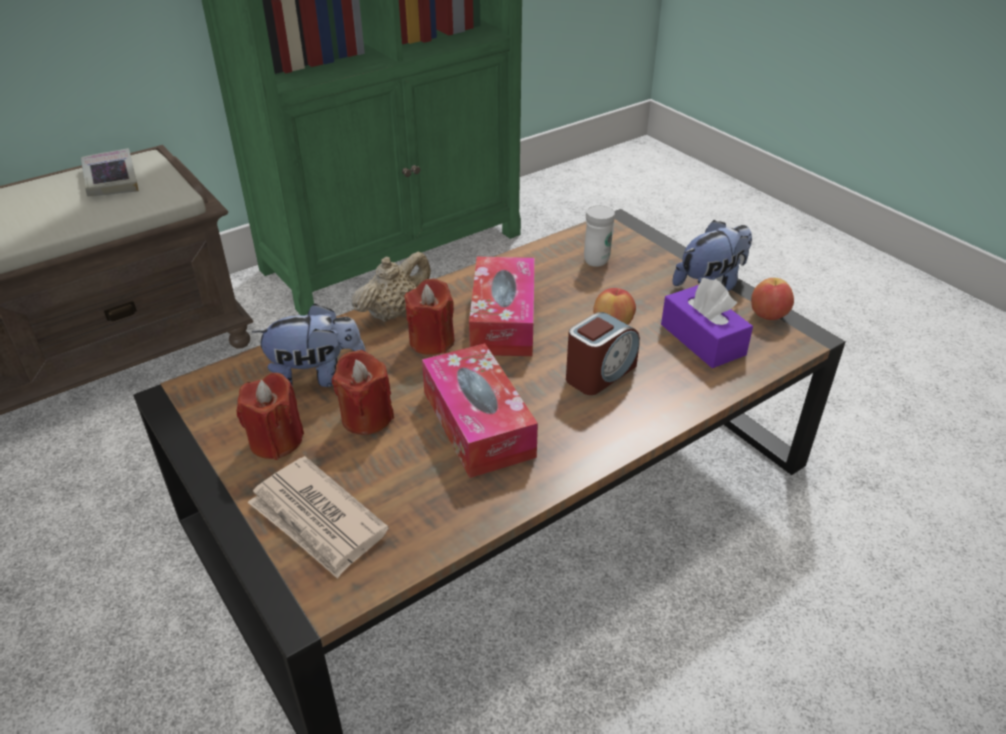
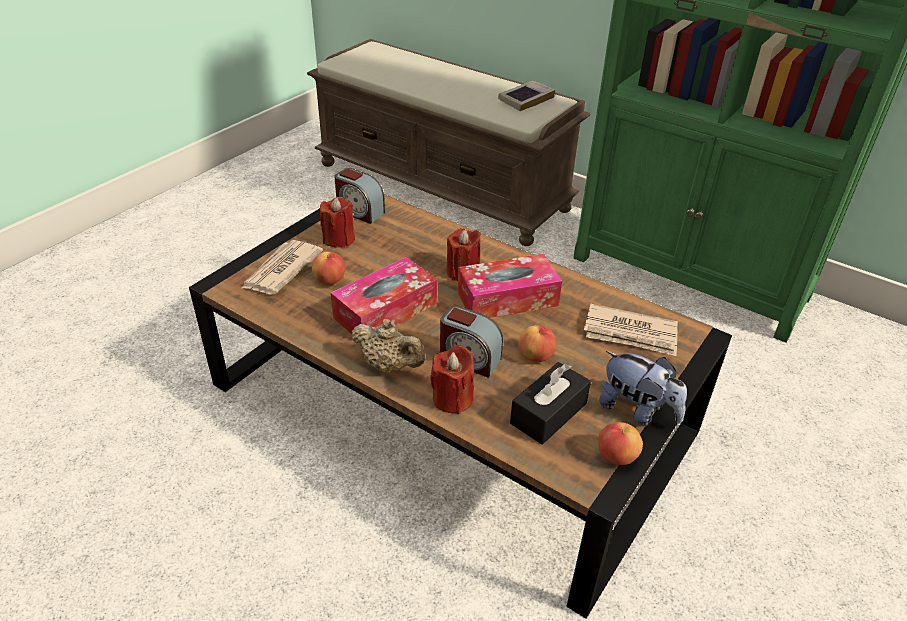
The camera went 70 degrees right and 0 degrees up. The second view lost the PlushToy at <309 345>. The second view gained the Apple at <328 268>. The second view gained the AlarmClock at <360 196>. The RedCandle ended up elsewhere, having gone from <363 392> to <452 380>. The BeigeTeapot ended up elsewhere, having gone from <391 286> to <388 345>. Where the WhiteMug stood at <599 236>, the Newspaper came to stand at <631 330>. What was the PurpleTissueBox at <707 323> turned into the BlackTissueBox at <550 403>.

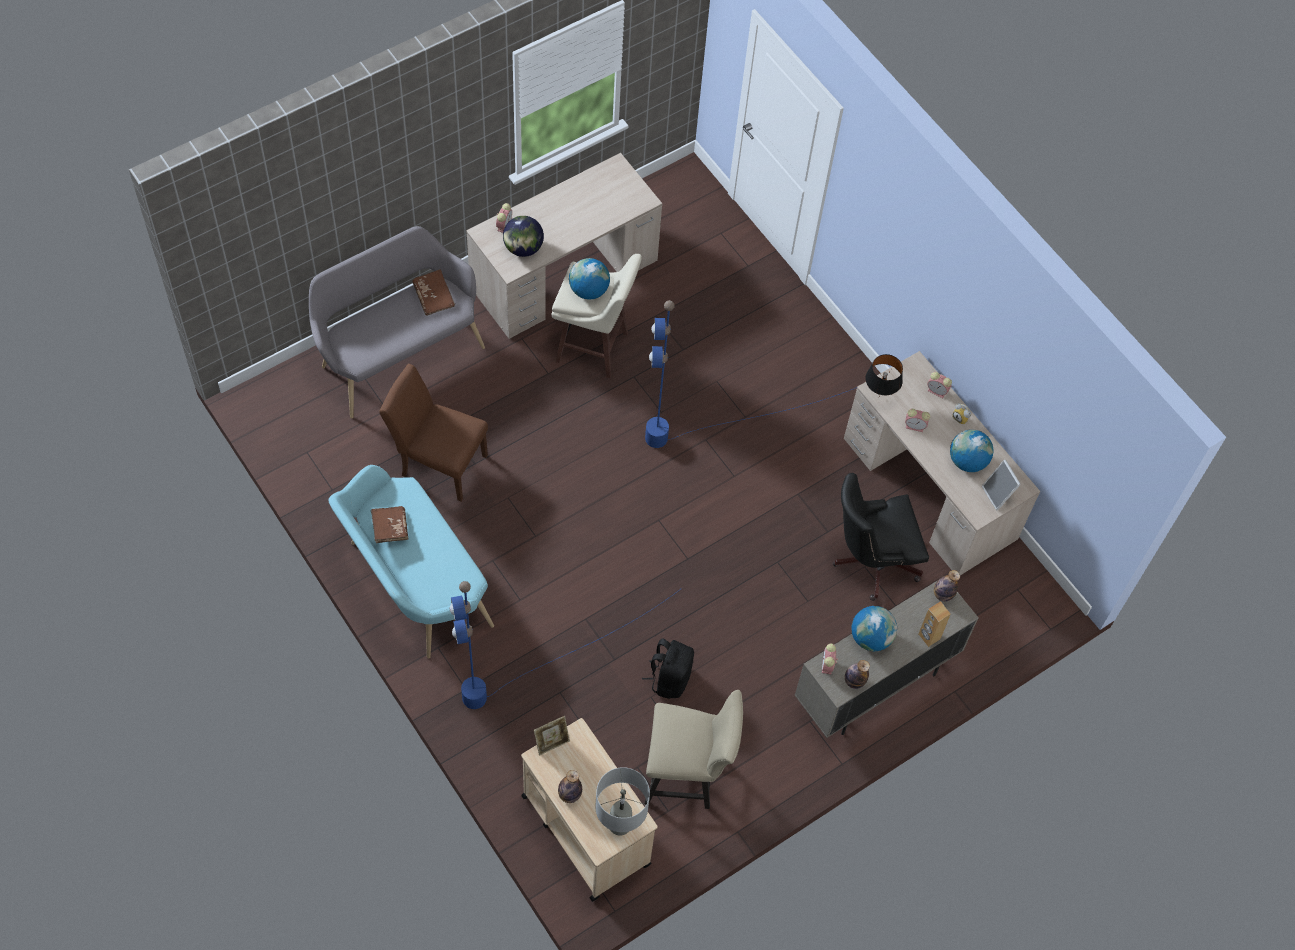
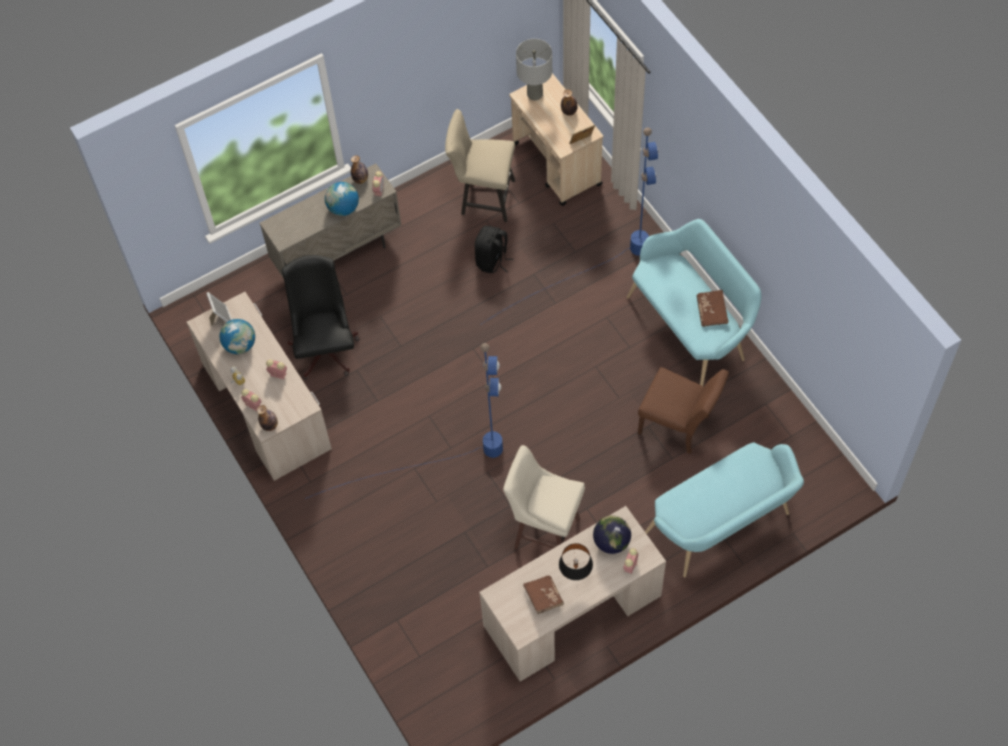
The camera went 170 degrees left and 0 degrees up. The second view lost the Globe at <589 279>. The second view lost the BrownSpeaker at <934 624>. The BrownBook ended up elsewhere, having gone from <433 292> to <543 594>. The BlackTableLamp ended up elsewhere, having gone from <884 375> to <576 561>. The Bottle ended up elsewhere, having gone from <947 586> to <267 418>. What was the GreyBench at <397 322> turned into the TurquoiseBench at <724 510>. The BlackOfficeChair at <881 537> ended up facing another way, 90 degrees counterclockwise from before.

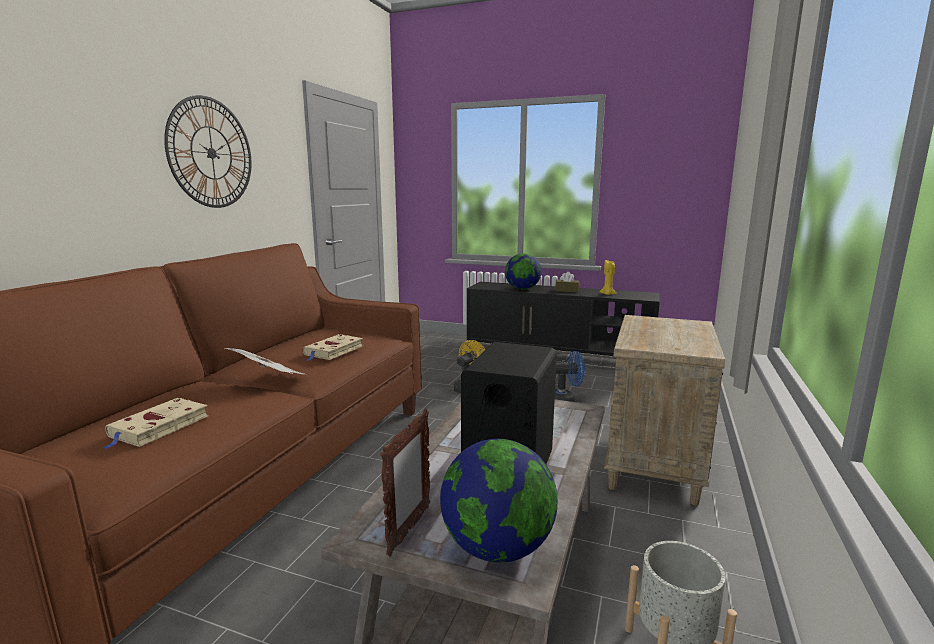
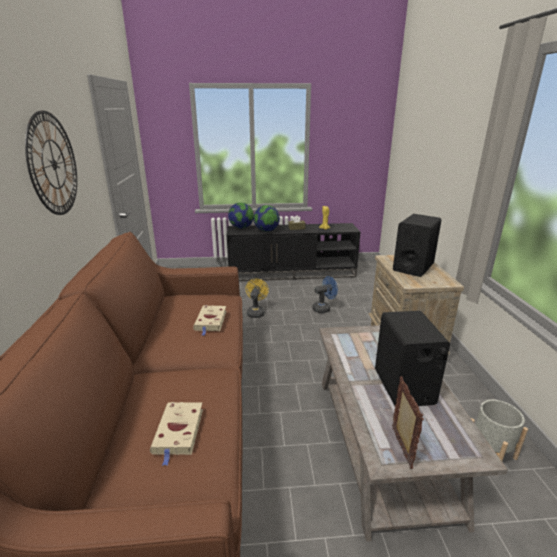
The camera went 25 degrees left and 10 degrees up. The second view lost the Newspaper at <264 361>. The second view gained the BlackSpeaker at <417 245>. The Globe ended up elsewhere, having gone from <499 501> to <241 216>.

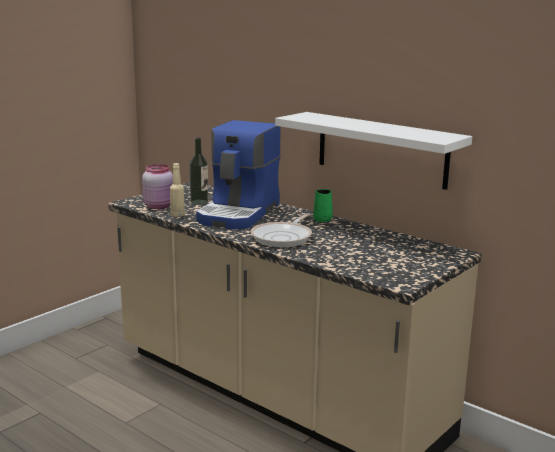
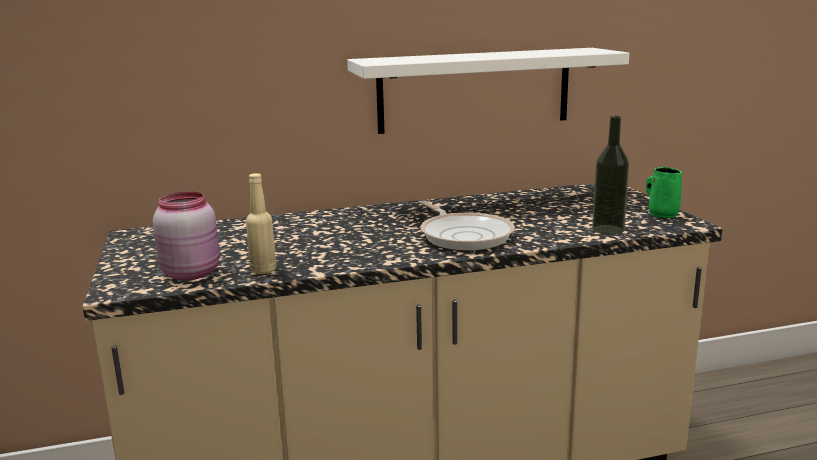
The camera went 55 degrees left and 0 degrees up. The second view lost the CoffeeMachine at <238 174>. The Bottle ended up elsewhere, having gone from <198 171> to <610 175>. The GreenMug ended up elsewhere, having gone from <323 205> to <664 192>.

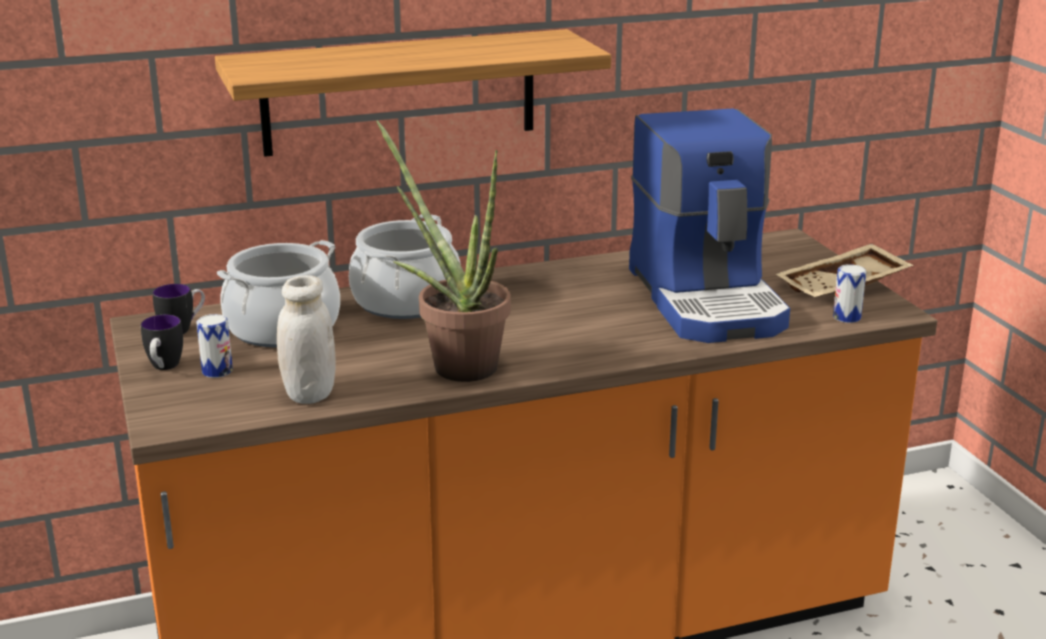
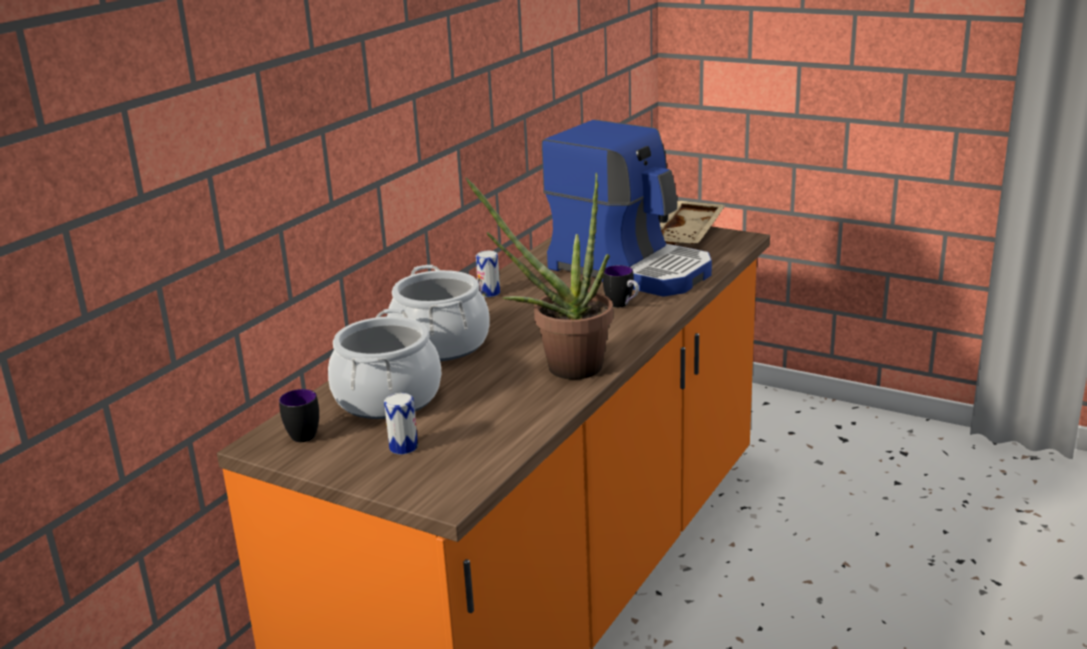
The camera went 40 degrees left and 0 degrees up. The second view lost the Shelf at <413 93>. The second view lost the WhiteJar at <306 339>. The Mug ended up elsewhere, having gone from <162 342> to <621 286>. The Can ended up elsewhere, having gone from <849 293> to <488 274>.

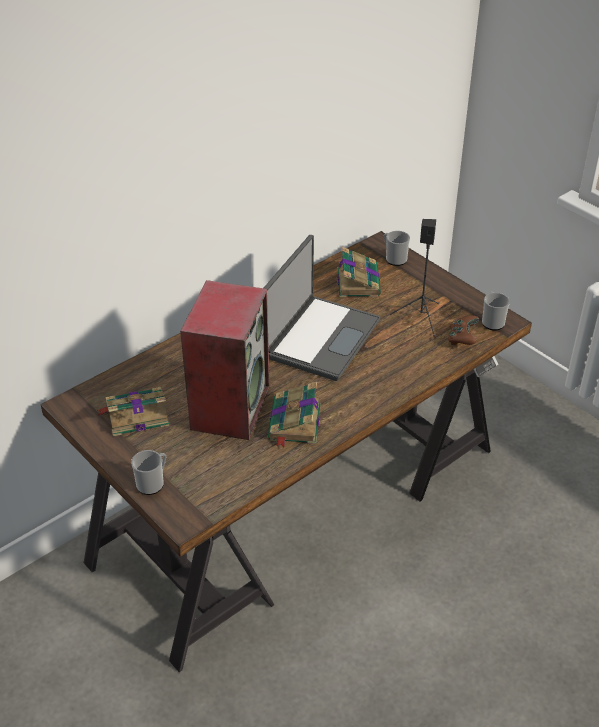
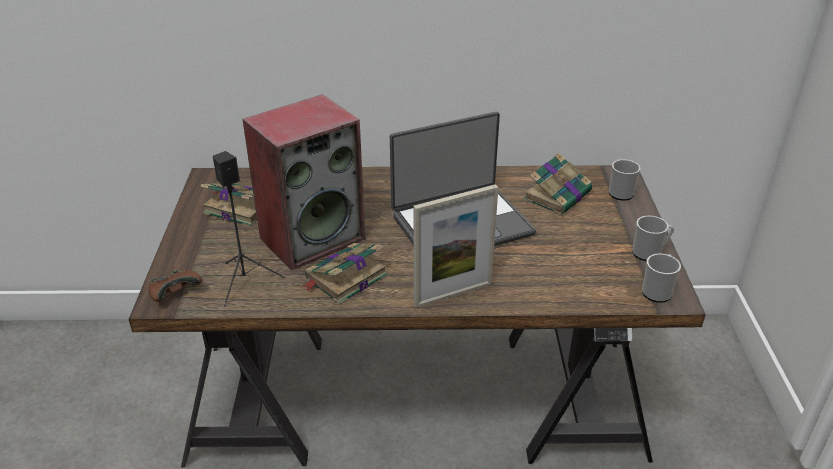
The camera went 40 degrees right and 5 degrees down. The second view gained the PictureFrame at <455 246>. The Mug ended up elsewhere, having gone from <148 472> to <653 238>. The BlackSpeaker ended up elsewhere, having gone from <414 278> to <249 228>. The BrownGameController ended up elsewhere, having gone from <463 330> to <175 286>.

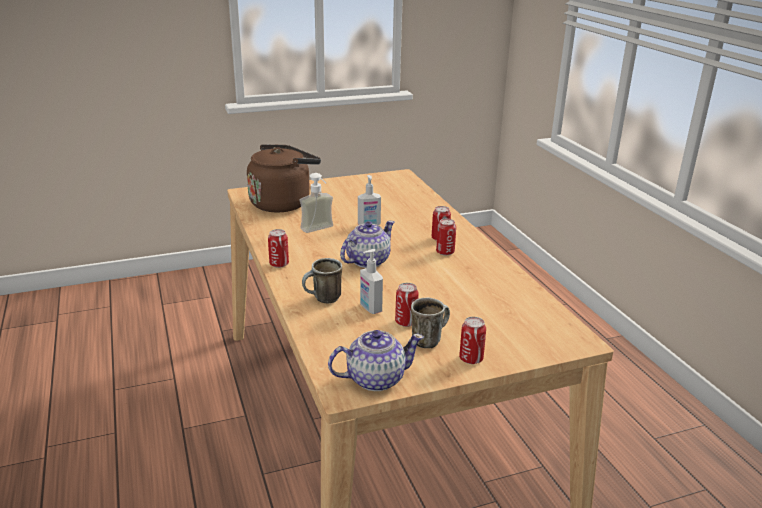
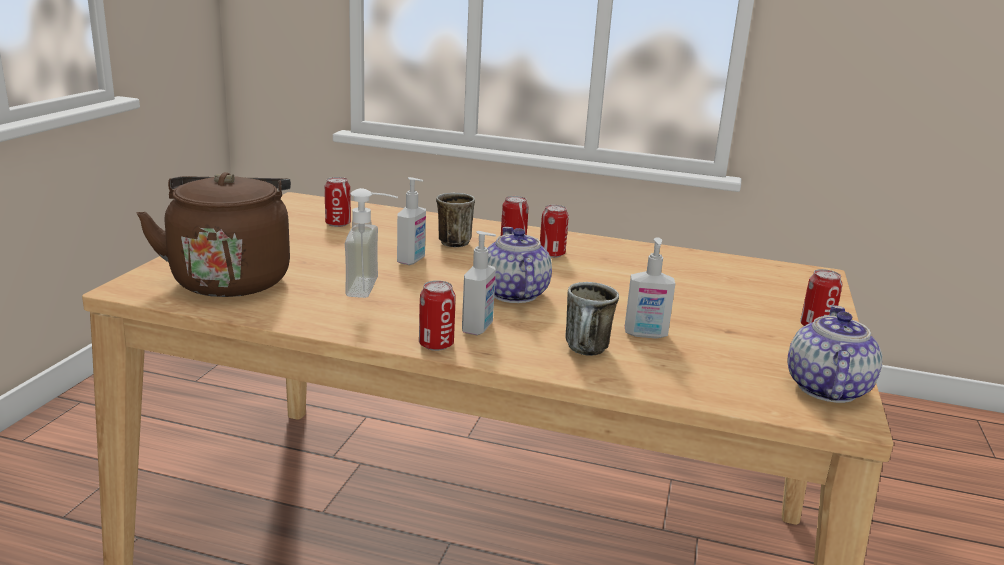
The camera went 55 degrees left and 5 degrees down. The second view gained the SoapDispenser at <479 283>. The Can ended up elsewhere, having gone from <407 305> to <338 202>. The Mug ended up elsewhere, having gone from <430 323> to <455 220>.

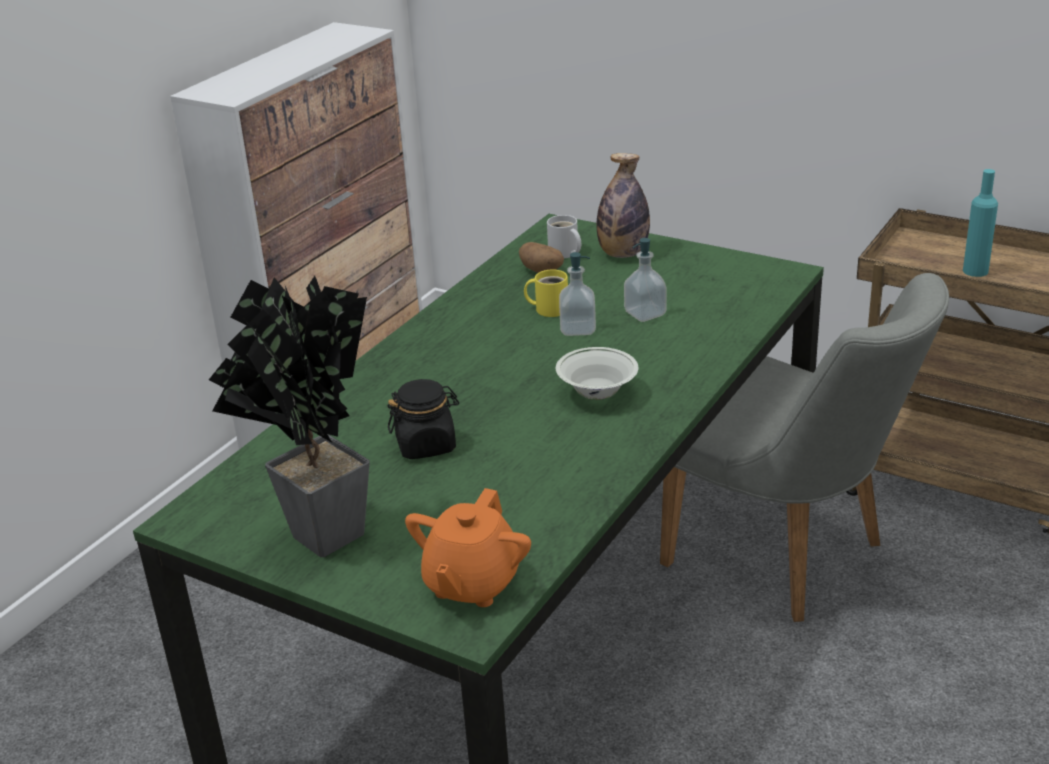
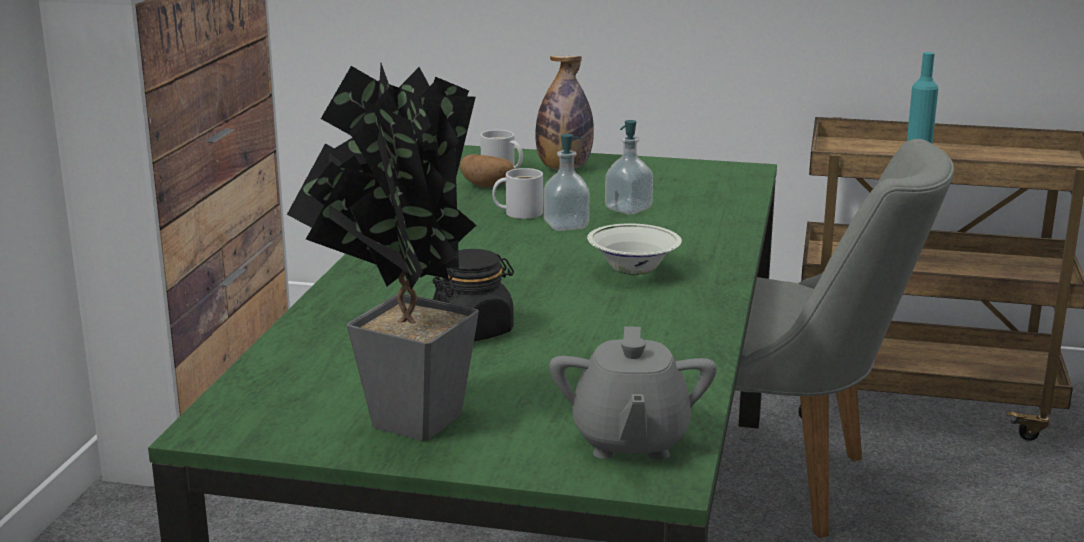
The camera went 20 degrees left and 10 degrees down. What was the OrangeTeapot at <468 547> turned into the GreyTeapot at <633 393>. What was the YellowMug at <546 293> turned into the WhiteMug at <517 193>.

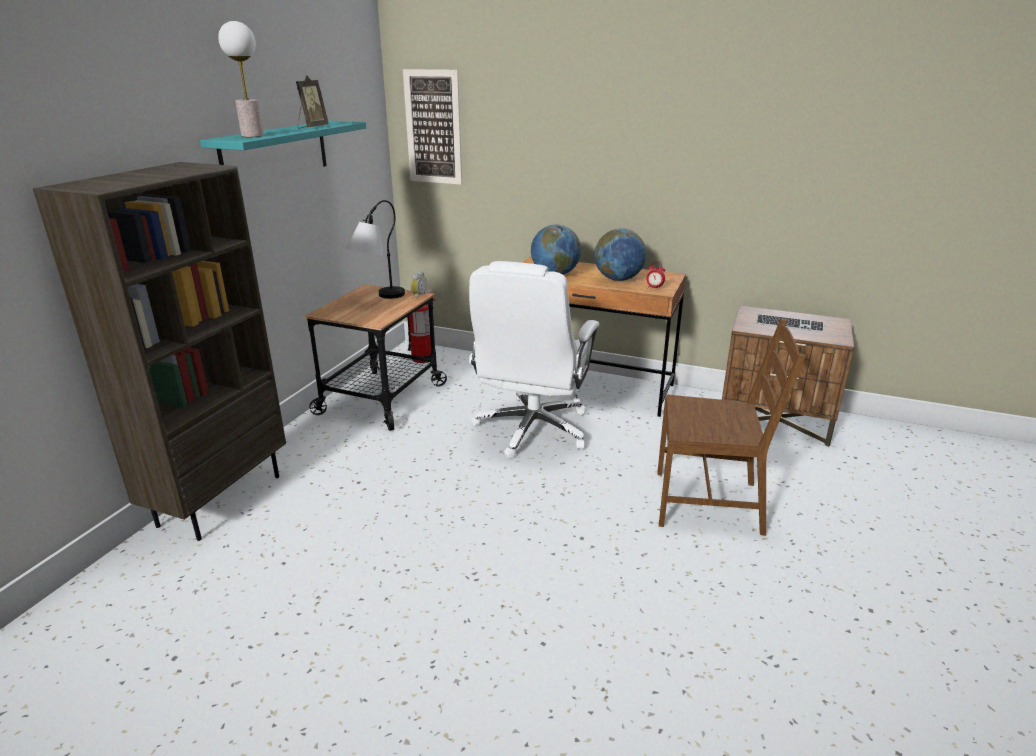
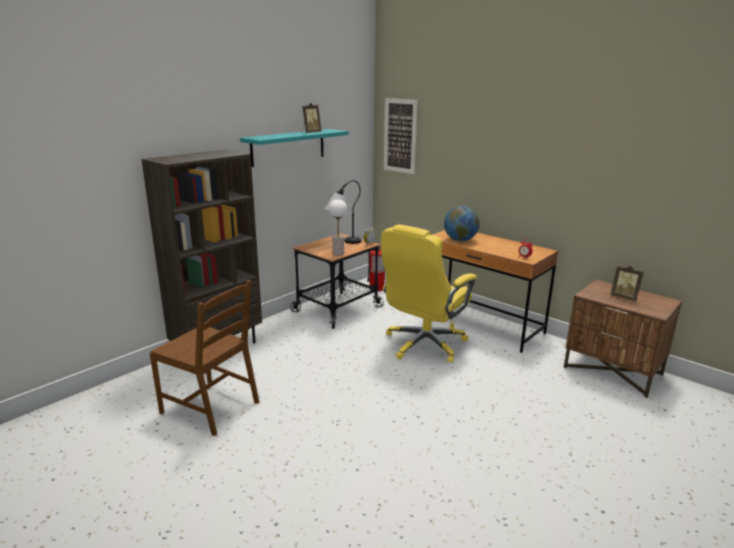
The camera went 20 degrees right and 5 degrees down. The second view lost the Globe at <620 254>. The TableLamp ended up elsewhere, having gone from <241 79> to <338 227>. The BrownChair ended up elsewhere, having gone from <731 427> to <204 358>. Where the Keyboard stood at <790 323>, the PictureFrame came to stand at <626 284>. What was the WhiteOfficeChair at <534 360> turned into the YellowOfficeChair at <429 294>.

